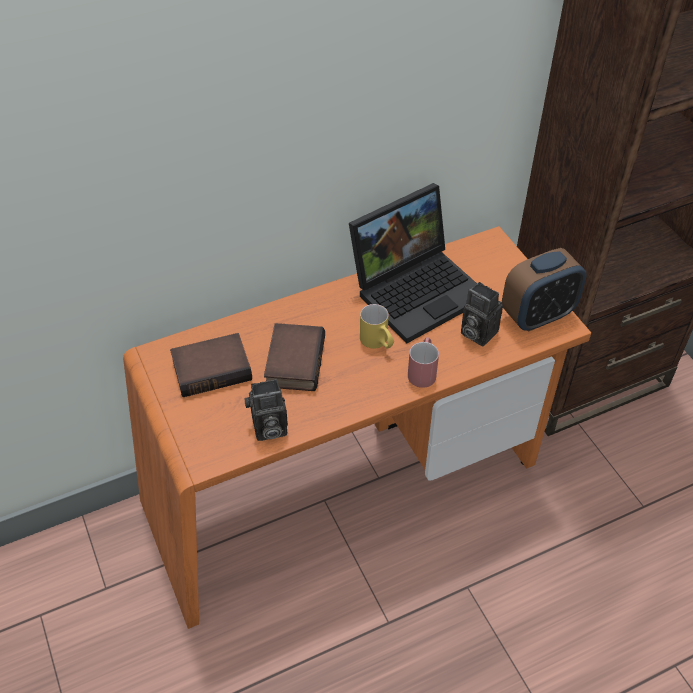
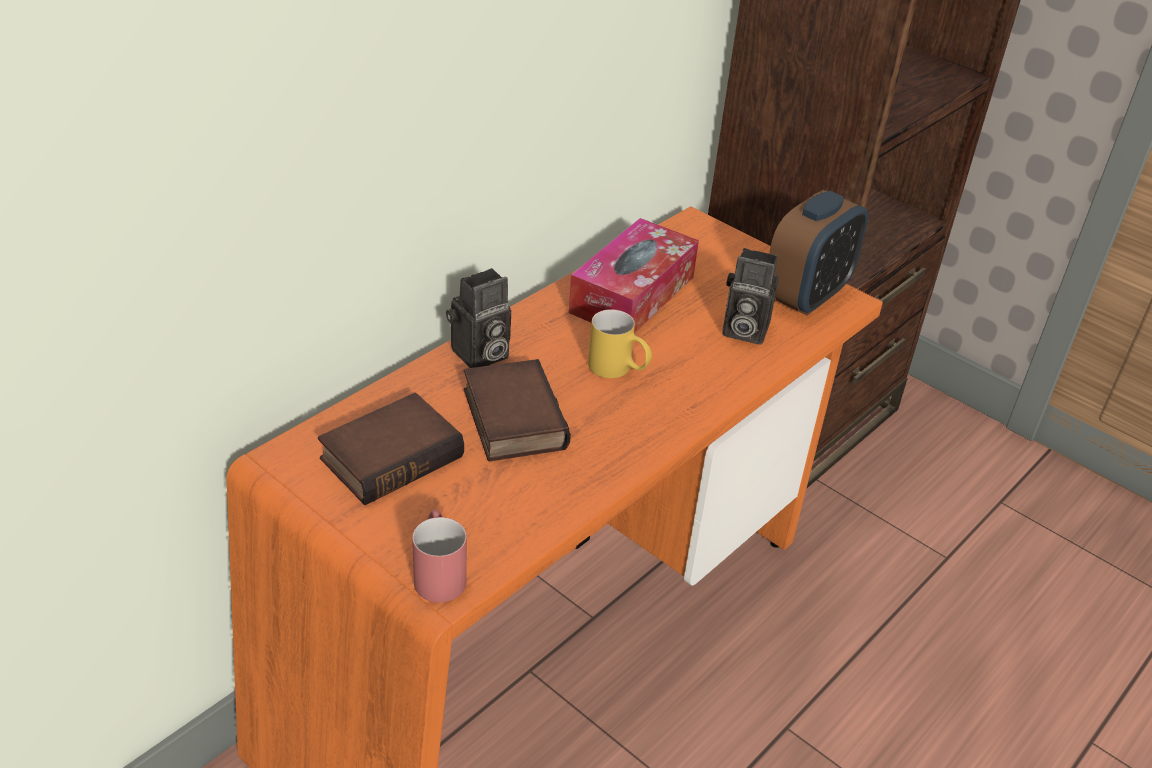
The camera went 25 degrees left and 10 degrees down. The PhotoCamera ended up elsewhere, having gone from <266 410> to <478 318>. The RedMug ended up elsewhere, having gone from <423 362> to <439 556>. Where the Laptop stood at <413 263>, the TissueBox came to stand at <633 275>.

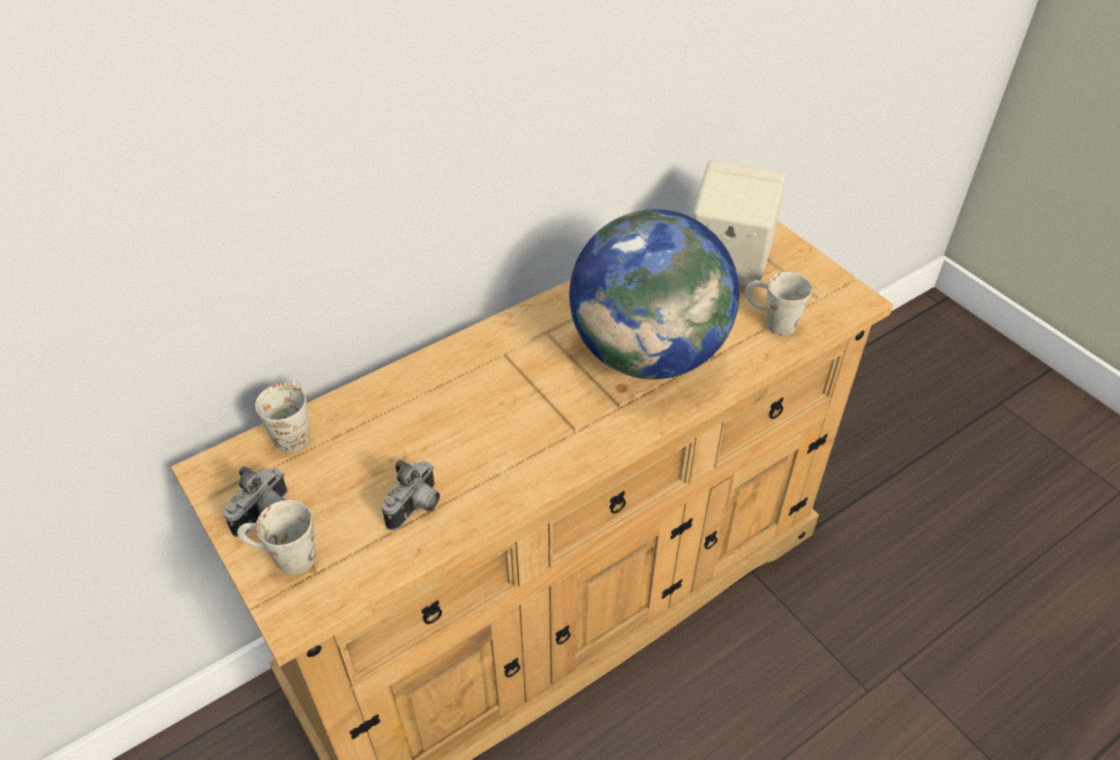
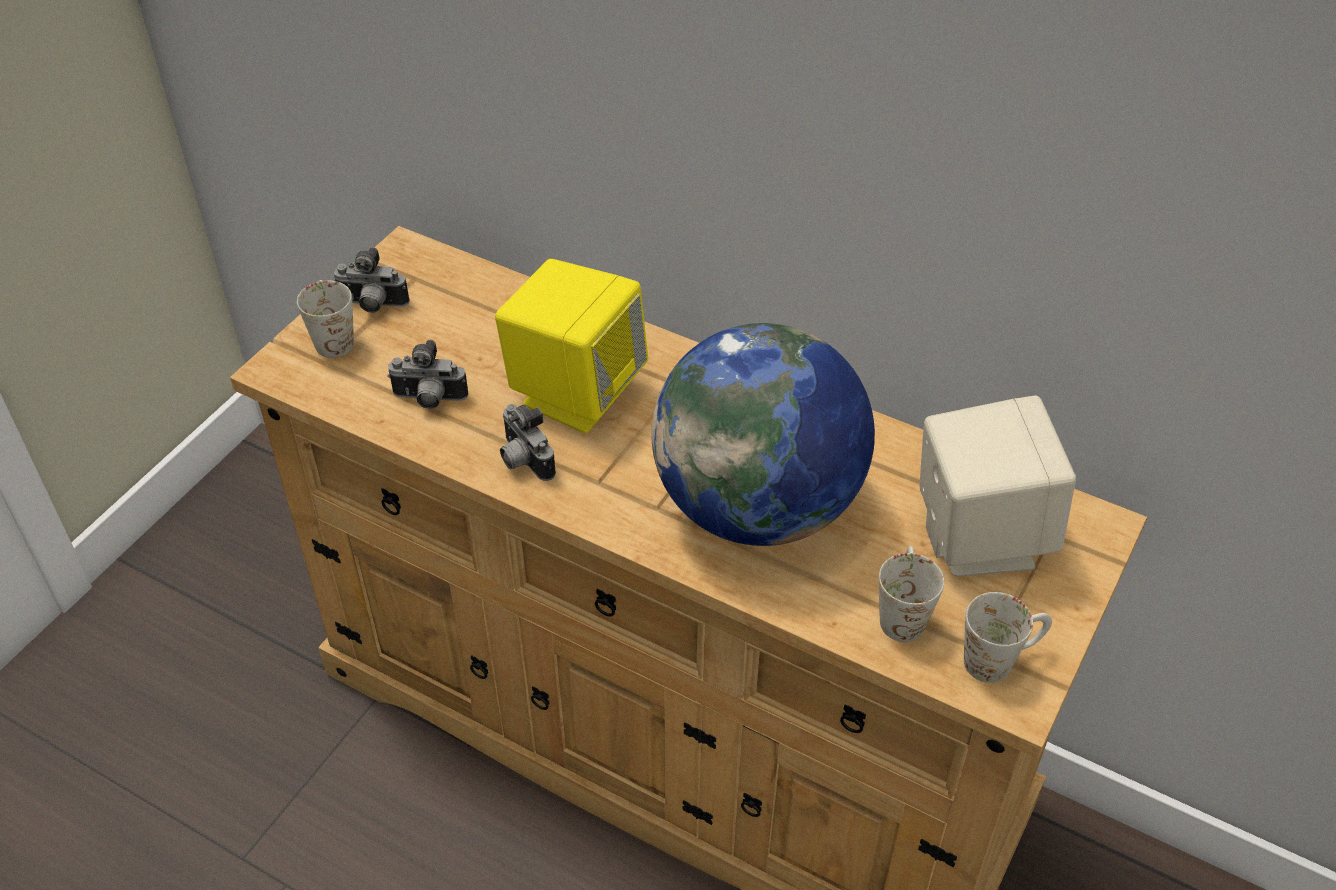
The camera went 65 degrees right and 0 degrees up. The second view gained the YellowSpeaker at <571 346>. The second view gained the PhotoCamera at <528 442>. The WhiteMug ended up elsewhere, having gone from <282 415> to <1008 637>.

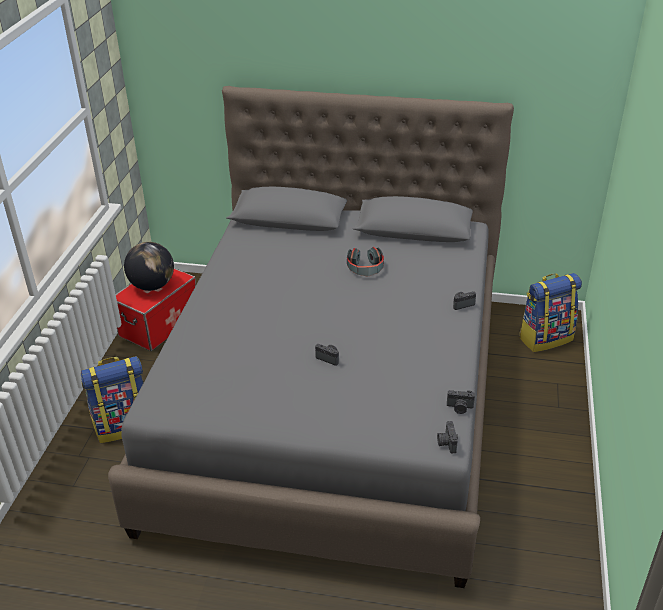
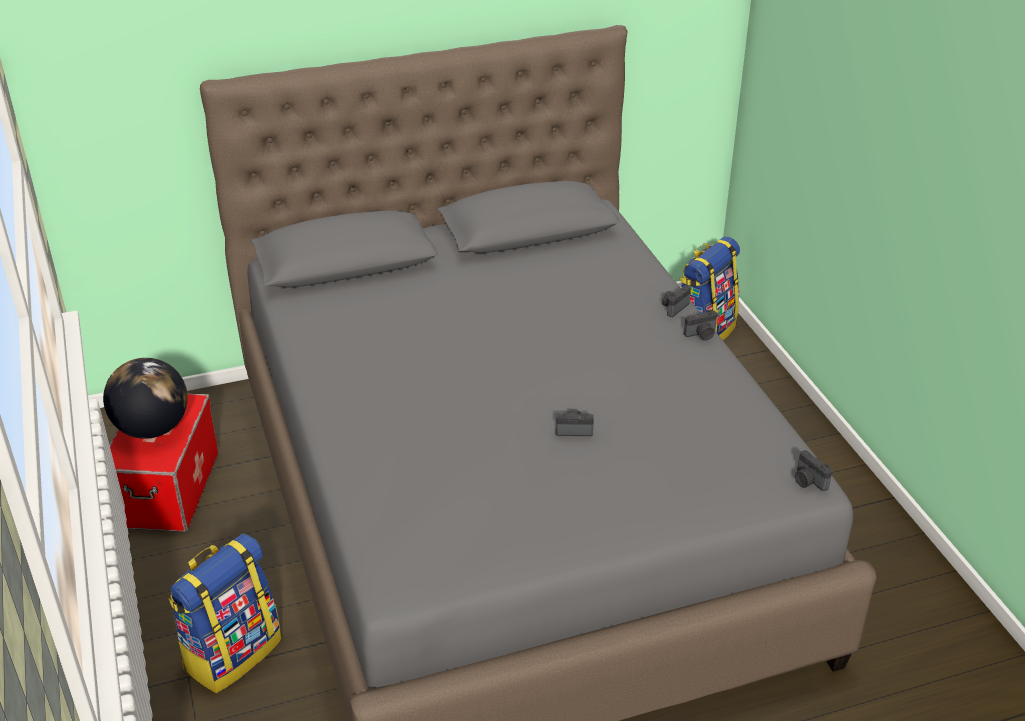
The camera went 30 degrees left and 0 degrees up. The second view lost the Headphones at <365 262>. The PhotoCamera ended up elsewhere, having gone from <461 402> to <700 325>.

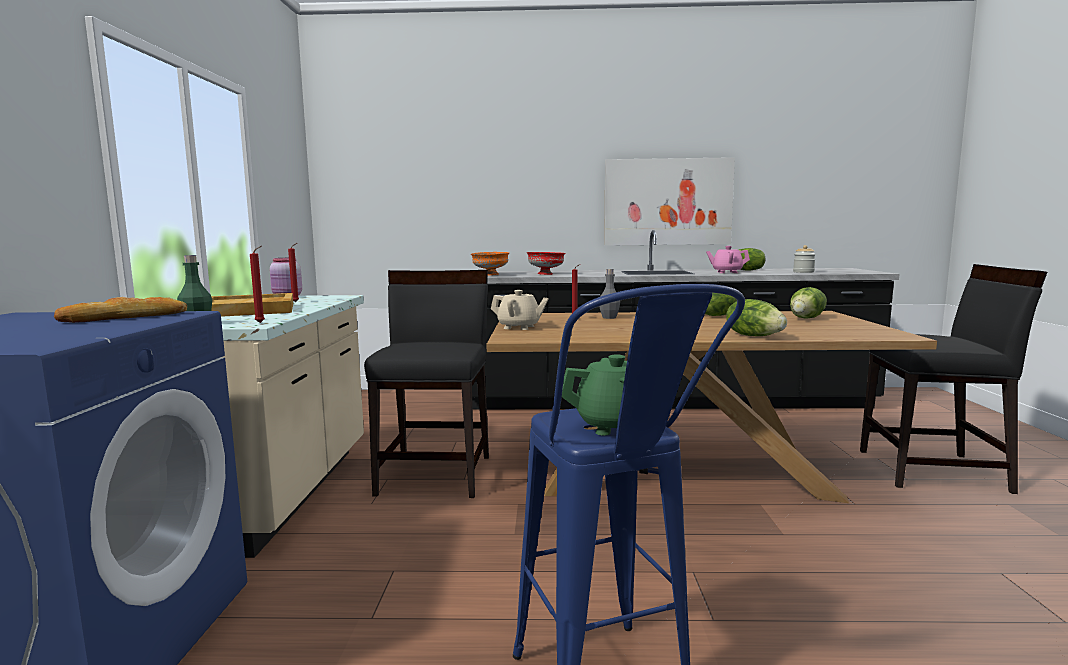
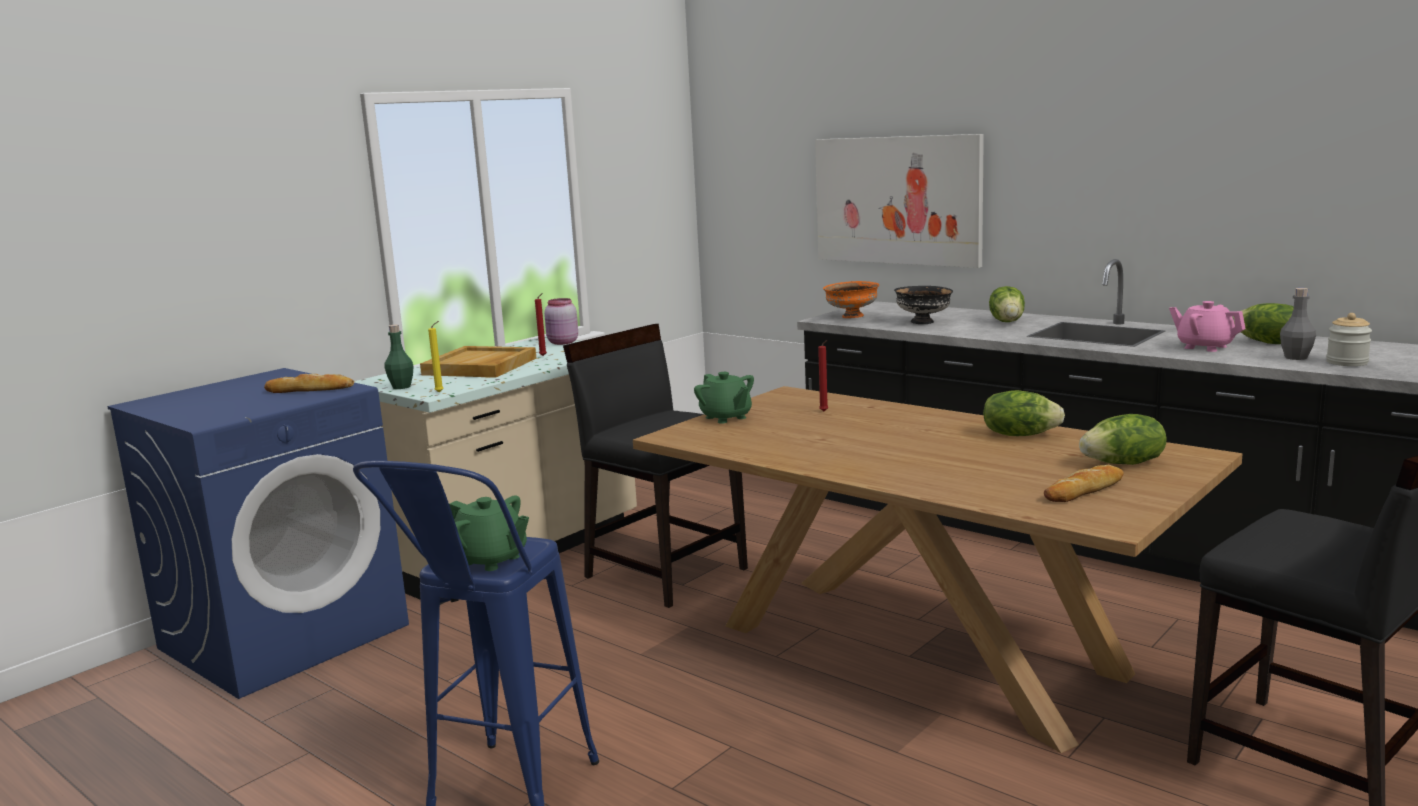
The camera went 40 degrees right and 5 degrees up. The second view gained the Bread at <1084 483>. The GreyBottle ended up elsewhere, having gone from <610 294> to <1298 324>. The Picture ended up elsewhere, having gone from <669 201> to <899 201>. The Lettuce ended up elsewhere, having gone from <756 317> to <1007 304>. What was the RedCandle at <257 284> turned into the YellowCandle at <436 357>. What was the BeigeTeapot at <520 310> turned into the GreenTeapot at <724 398>. What was the RedBowl at <546 263> turned into the BlackBowl at <923 305>. The BlackChair at <426 384> ended up facing another way, 90 degrees counterclockwise from before.

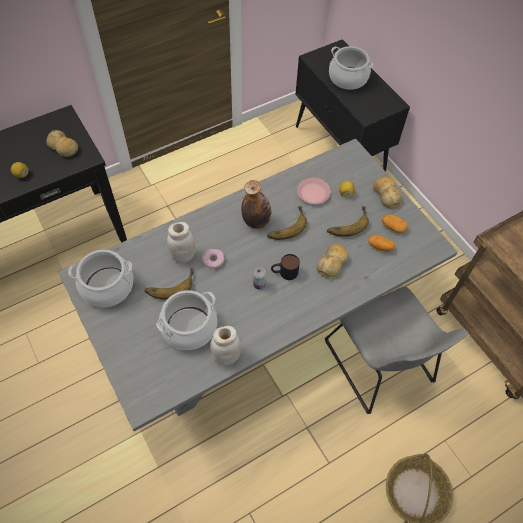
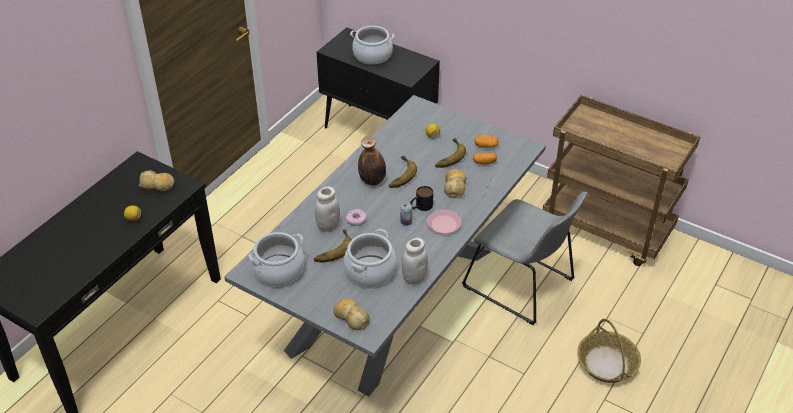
The camera went 25 degrees left and 15 degrees down. The PinkPlate ended up elsewhere, having gone from <314 191> to <444 222>. The Bread ended up elsewhere, having gone from <387 192> to <351 314>.

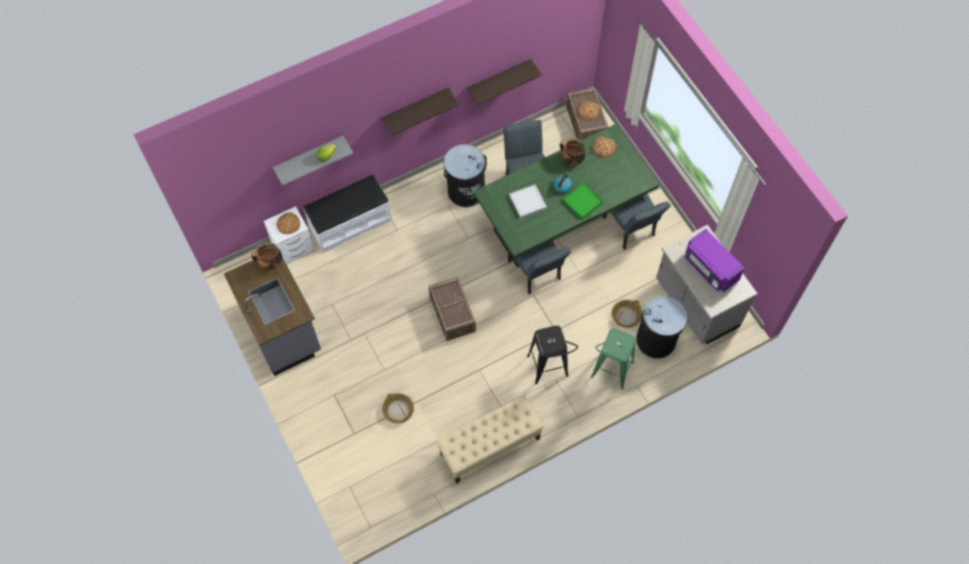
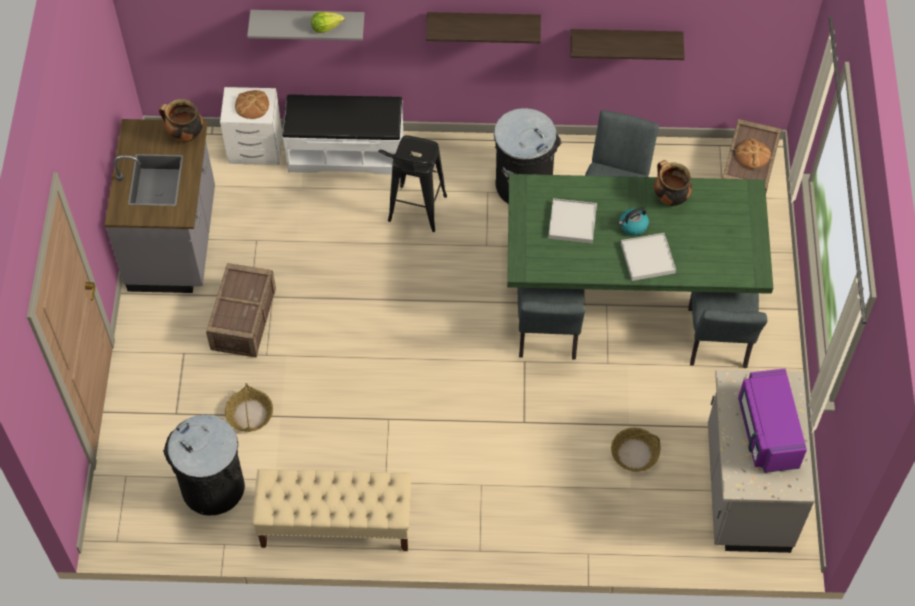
The camera went 30 degrees right and 5 degrees down. The second view lost the GreenStool at <613 359>. The second view lost the Bread at <604 147>. The Crate ended up elsewhere, having gone from <452 308> to <241 310>. The BlackStool ended up elsewhere, having gone from <552 355> to <412 183>. The BlackTrashCan ended up elsewhere, having gone from <662 327> to <204 465>. What was the GreenTray at <582 201> turned into the WhiteTray at <648 257>.

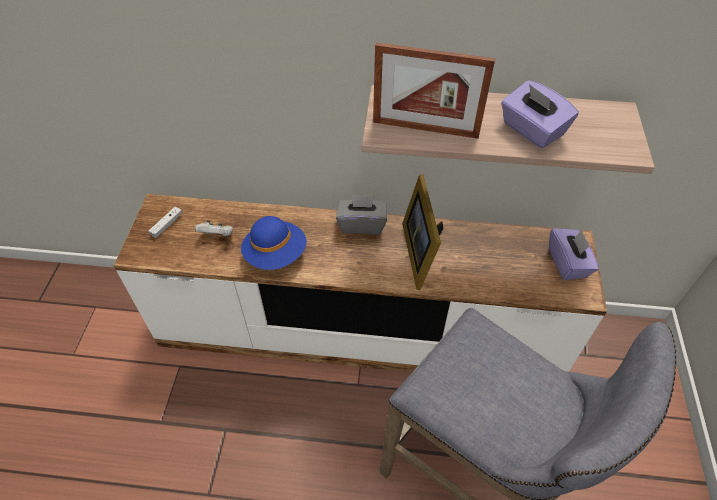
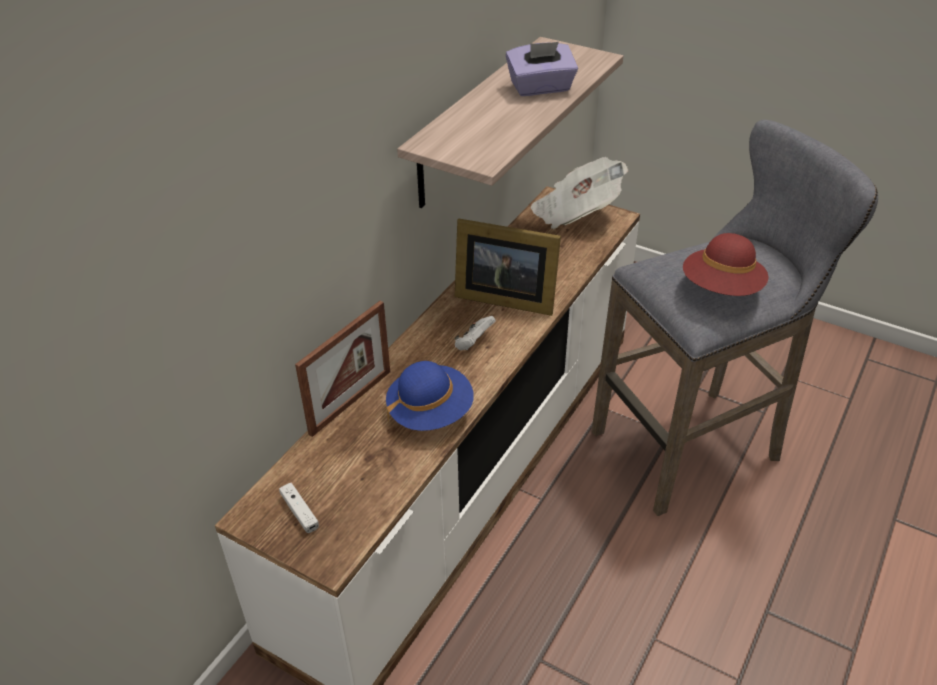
The camera went 65 degrees left and 10 degrees down. The second view lost the GreyTissueBox at <361 214>. The second view gained the RedHat at <725 264>. The WhiteGameController ended up elsewhere, having gone from <214 228> to <475 333>. The PictureFrame ended up elsewhere, having gone from <434 91> to <342 369>. Where the PurpleTissueBox stood at <574 254>, the Newspaper came to stand at <579 193>.

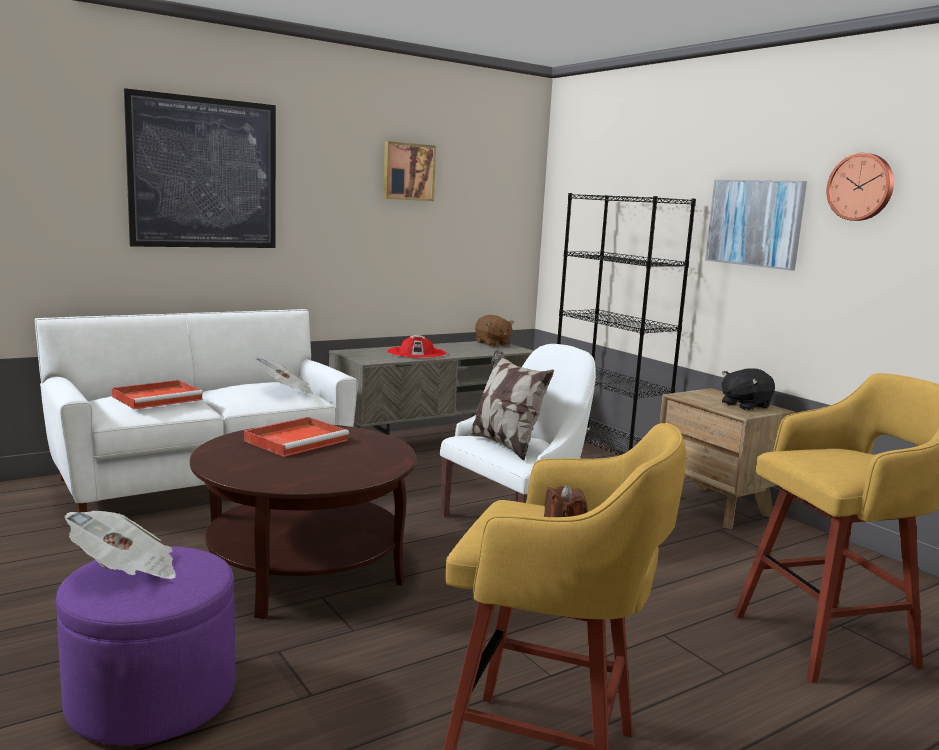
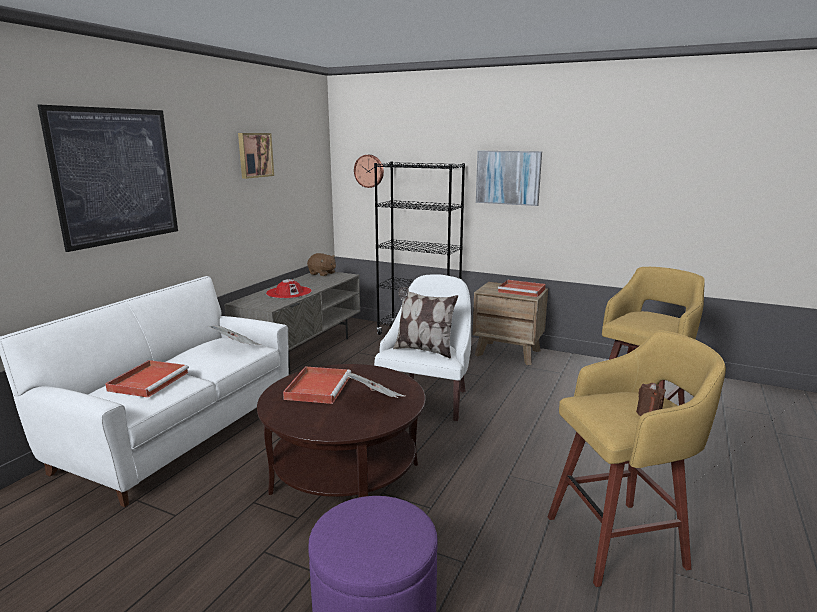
The camera went 30 degrees left and 5 degrees up. The Newspaper ended up elsewhere, having gone from <120 545> to <376 385>. The WallClock ended up elsewhere, having gone from <860 187> to <369 171>. Where the BlackPlushToy stood at <748 389>, the RedTray came to stand at <522 288>.

